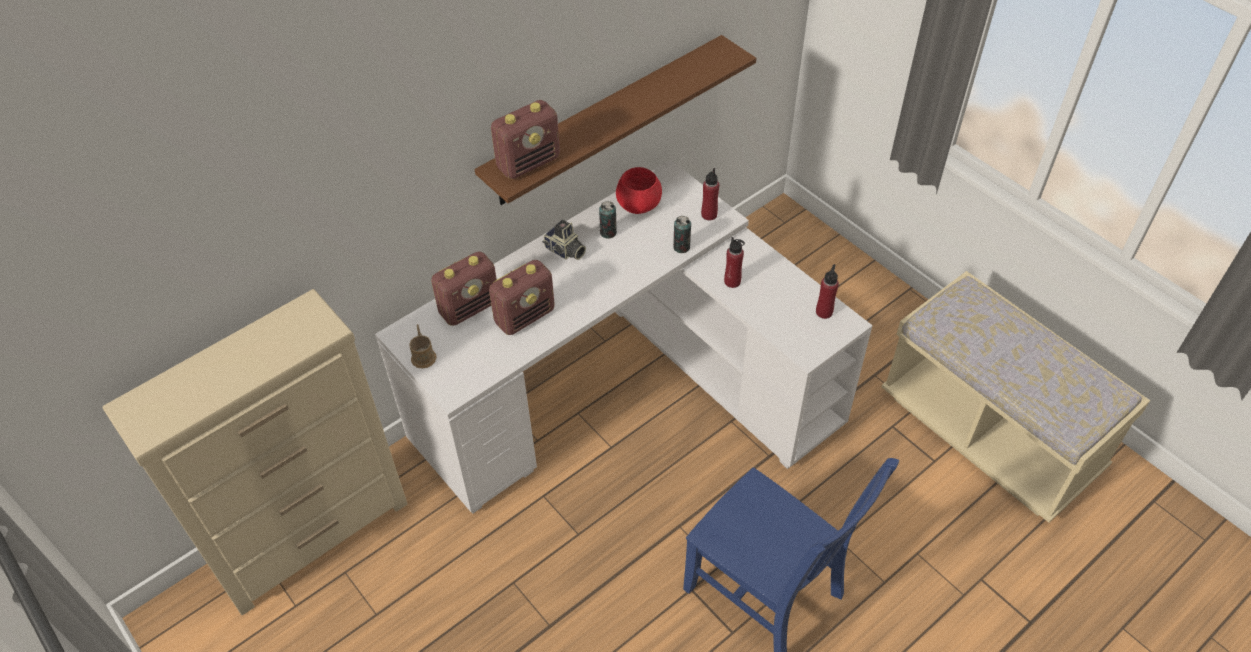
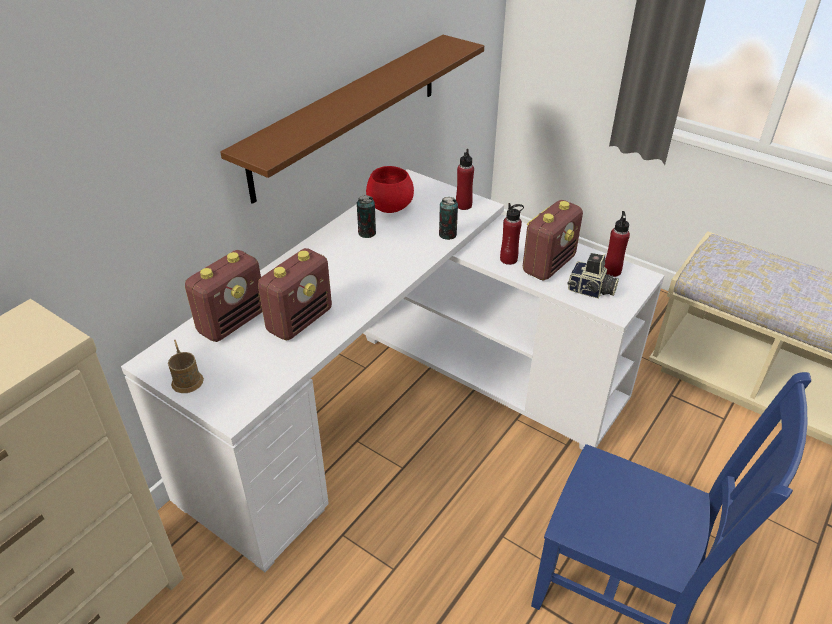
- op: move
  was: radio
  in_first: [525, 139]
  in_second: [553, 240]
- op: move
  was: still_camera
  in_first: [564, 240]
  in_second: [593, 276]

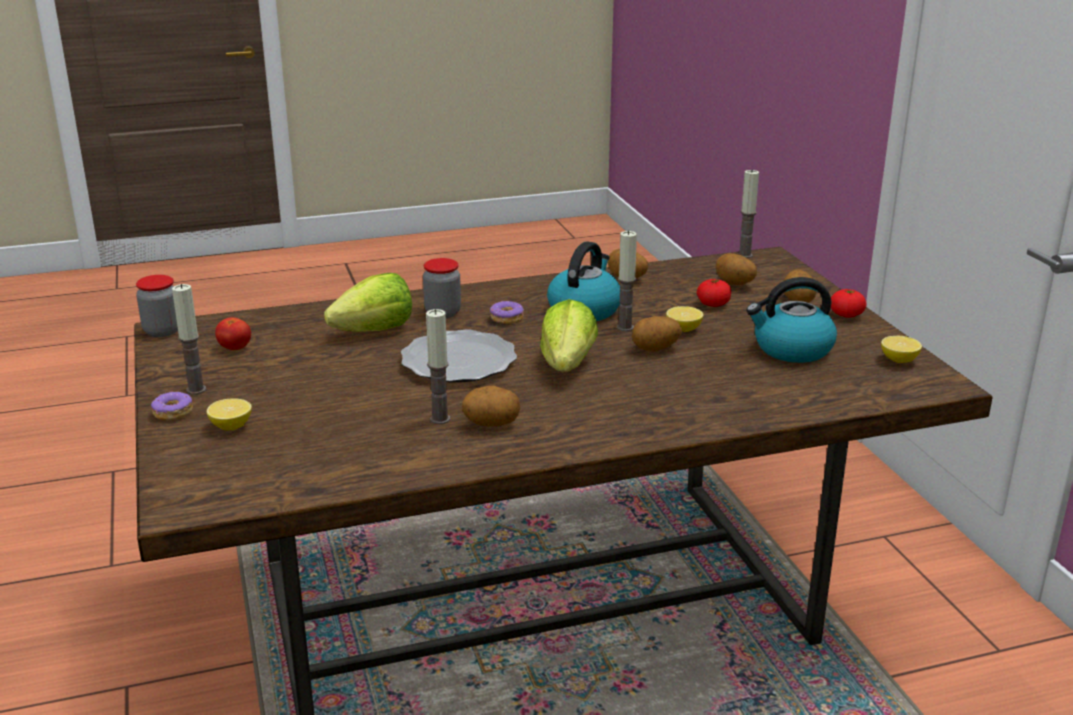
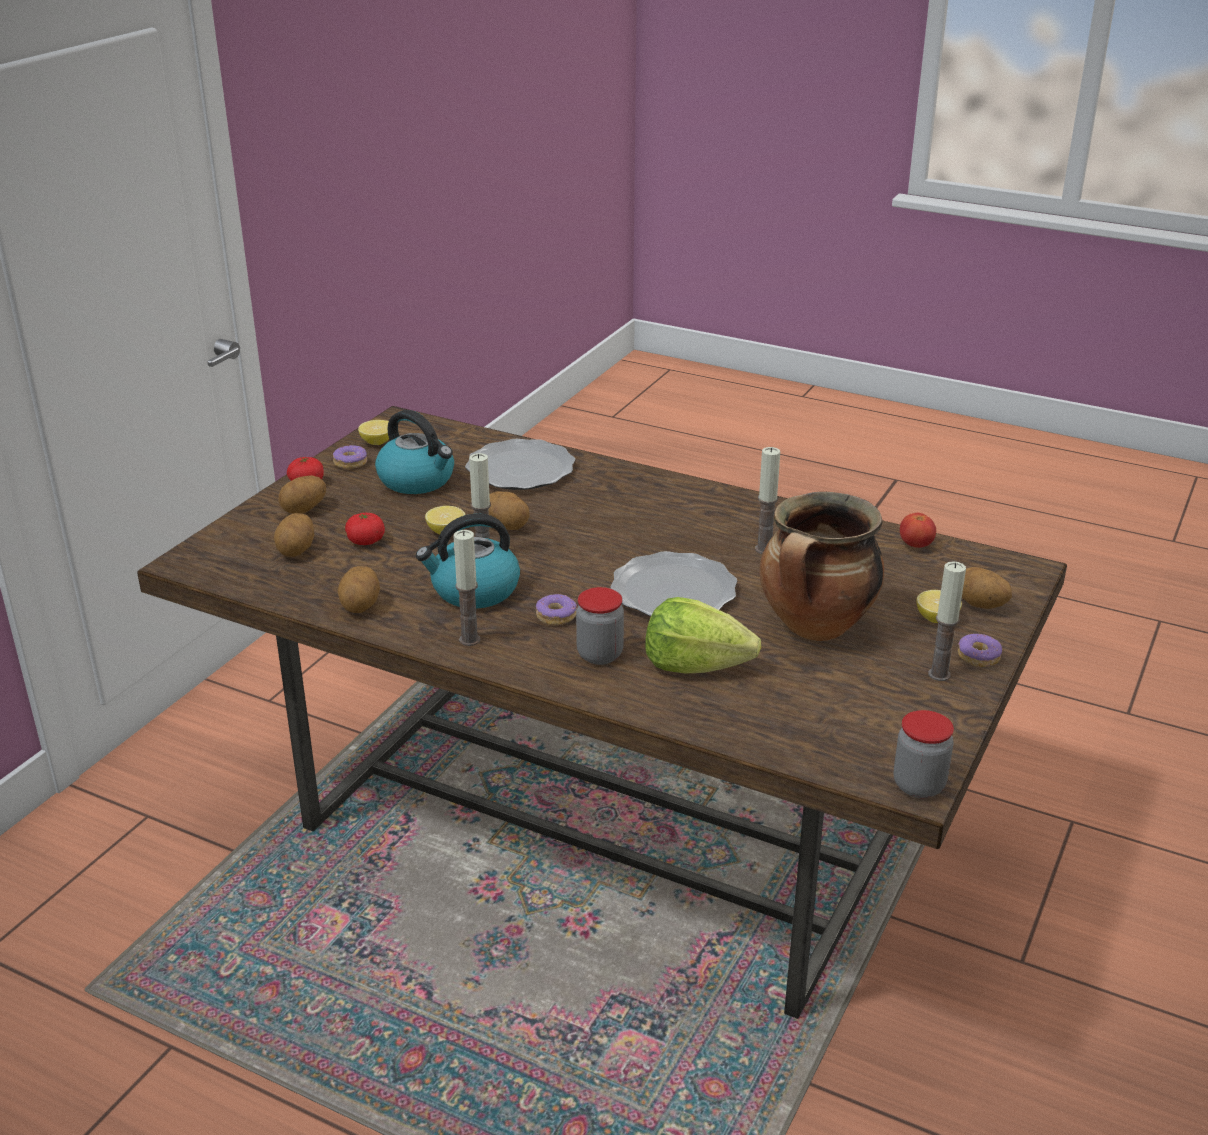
- op: insert
  now: doughnut
  in_second: [350, 457]
- op: move
  was: wax_light
  in_first: [748, 213]
  in_second: [466, 588]
- op: insert
  now: flat_dish
  in_second: [520, 464]
- op: insert
  now: saucepot
  in_second: [822, 566]
- op: move
  was: whole_tomato
  in_first: [233, 333]
  in_second: [918, 530]
- op: move
  was: spud
  in_first: [491, 406]
  in_second: [987, 588]
- op: delete
  was: head_of_lettuce
  in_first: [569, 335]

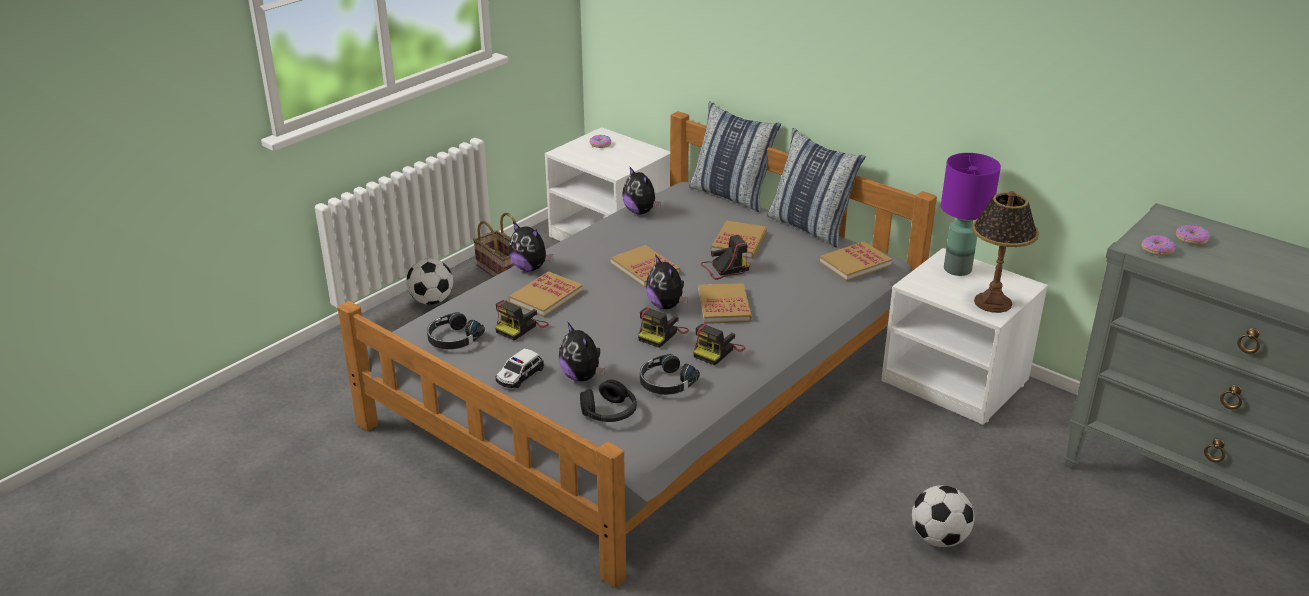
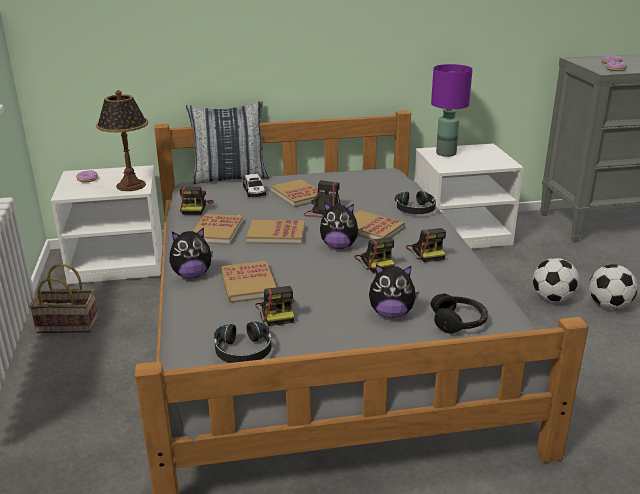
- op: move
  was: table_lamp
  in_first: [1005, 252]
  in_second: [122, 140]
- op: replace
  was: cuddly_toy
  now: still_camera
  in_first: [641, 190]
  in_second: [197, 200]
- op: move
  was: volume
  in_first: [855, 261]
  in_second: [218, 229]
- op: move
  was: toy_car
  in_first: [519, 368]
  in_second: [254, 185]
- op: move
  was: black-coloured_headphones
  in_first: [670, 374]
  in_second: [415, 202]
- op: move
  was: ball_for_football
  in_first: [429, 281]
  in_second: [556, 280]
- op: delete
  was: cushion
  in_first: [816, 188]

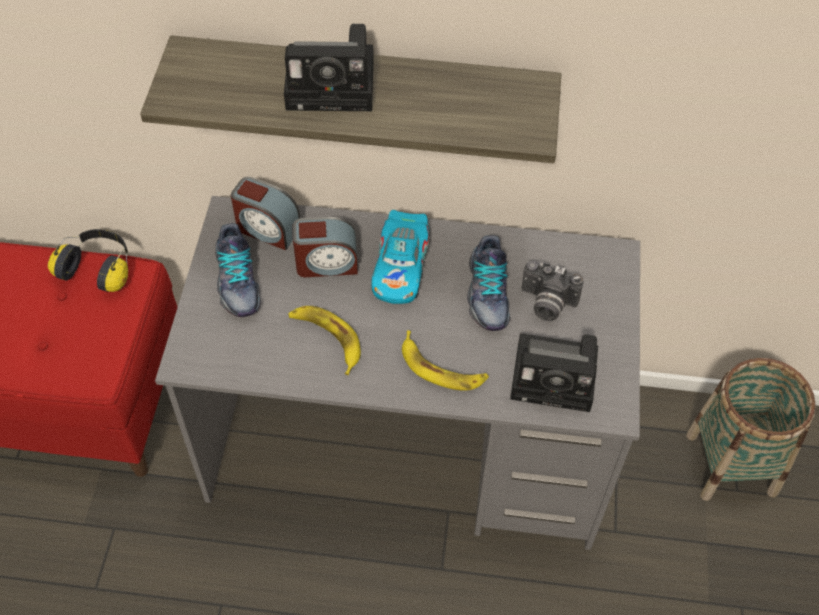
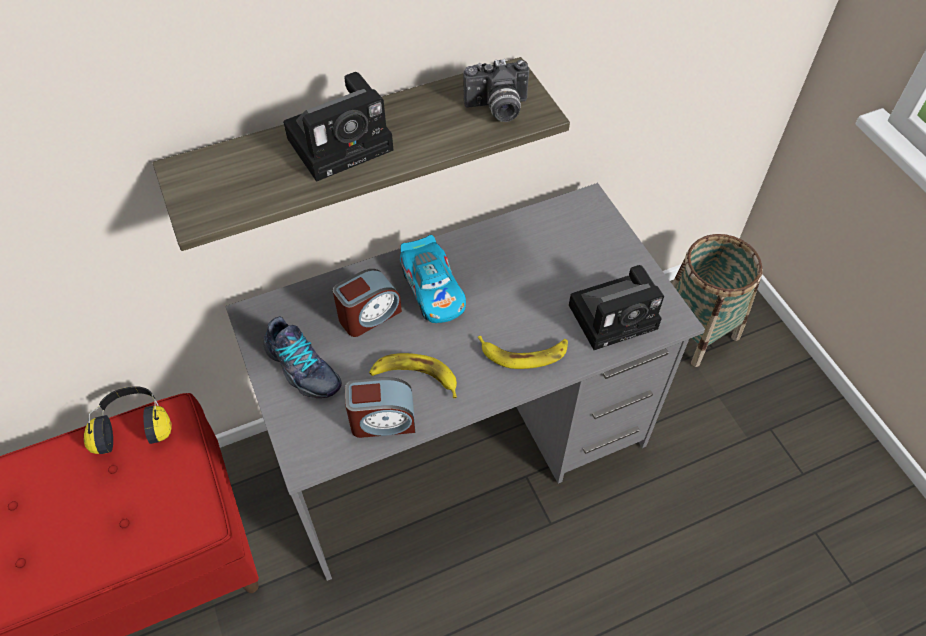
- op: move
  was: alarm_clock
  in_first: [265, 213]
  in_second: [380, 407]
- op: move
  was: still_camera
  in_first: [552, 291]
  in_second: [496, 90]
- op: delete
  was: item_of_footwear
  in_first: [488, 283]

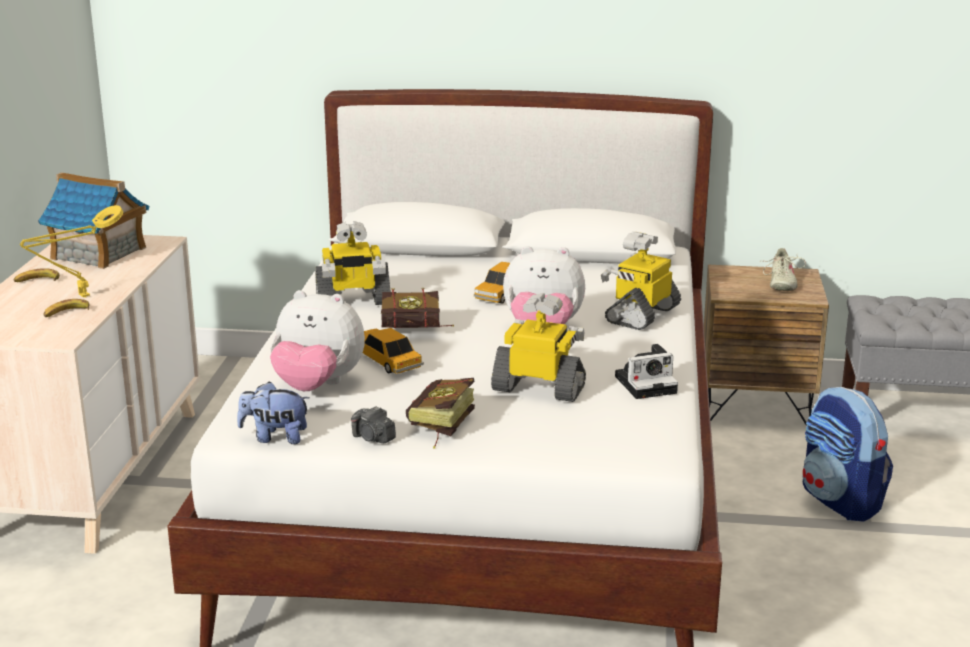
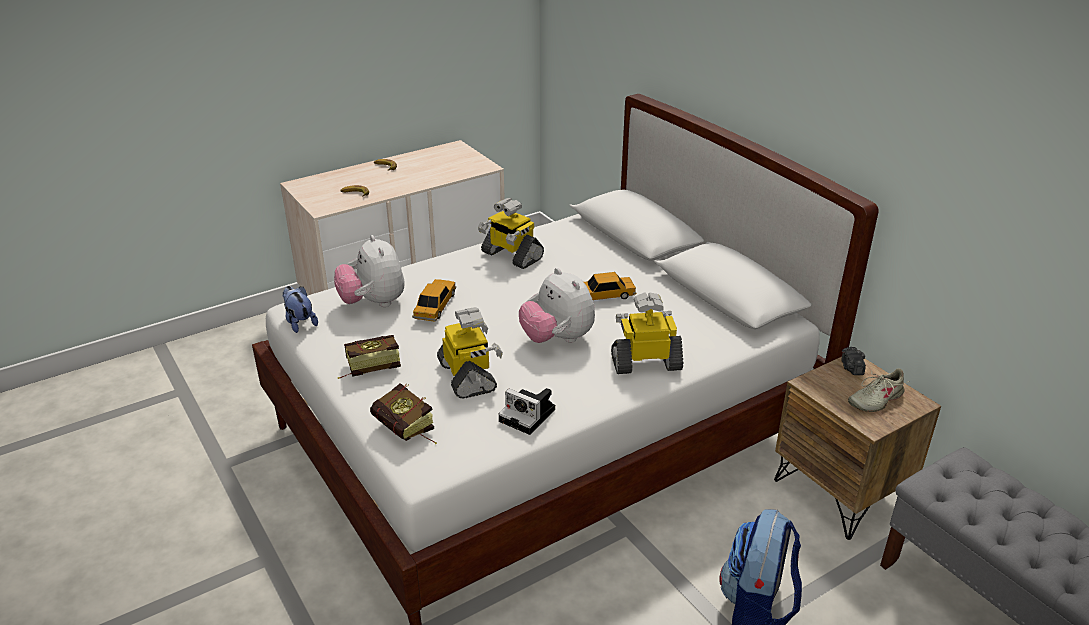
- op: move
  was: volume
  in_first: [417, 308]
  in_second: [403, 413]
- op: move
  was: still_camera
  in_first: [373, 424]
  in_second: [853, 361]
- op: delete
  was: yellowish_table_lamp
  in_first: [71, 251]
- op: delete
  was: model_house
  in_first: [93, 221]

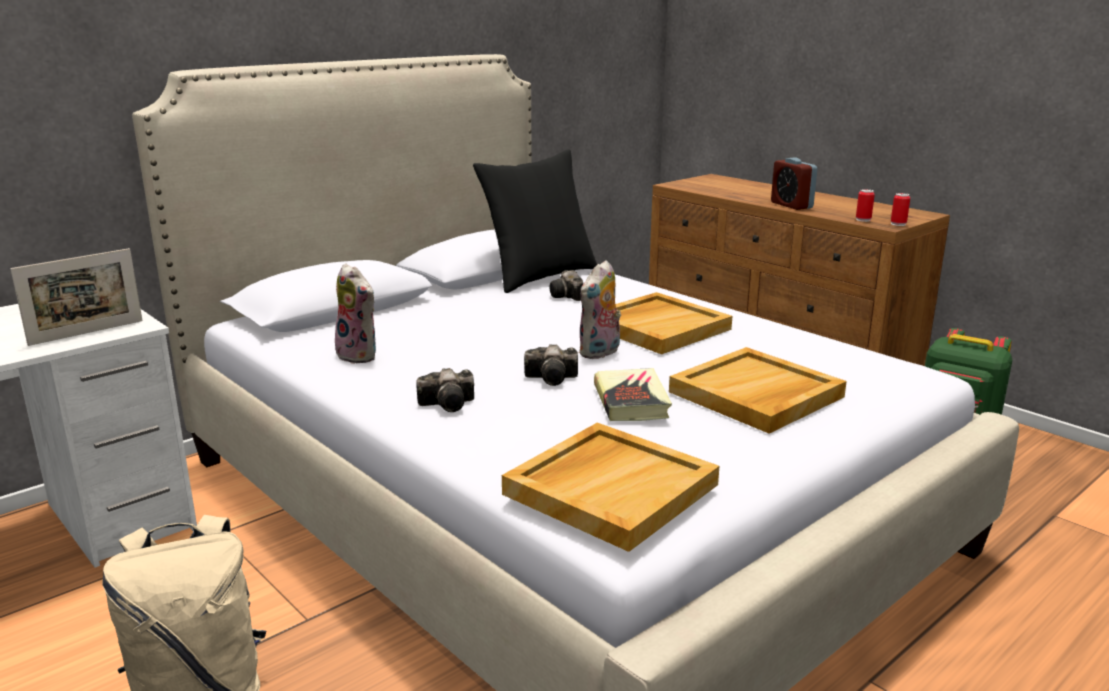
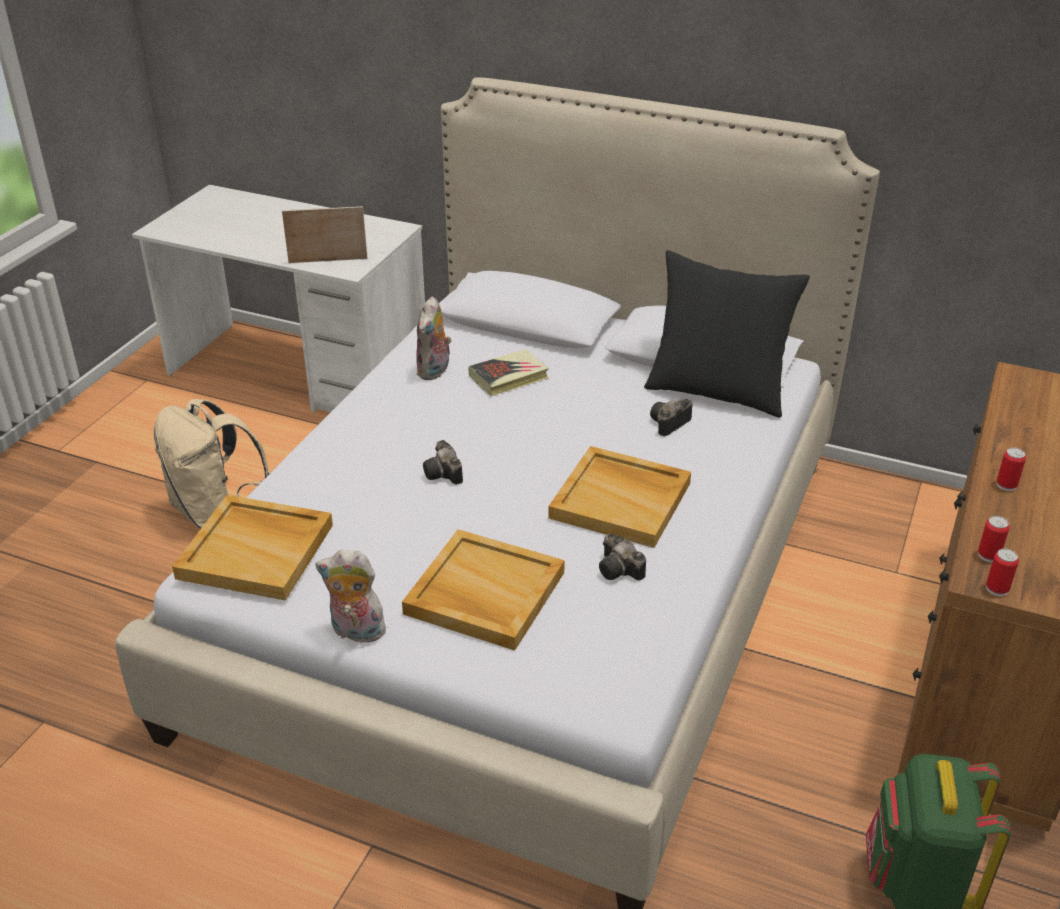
- op: rotate
  was: standing_frame
  in_first: [77, 297]
  in_second: [325, 234]
  clockwise: 150
- op: move
  was: cuddly_toy
  in_first: [600, 309]
  in_second: [352, 596]
- op: move
  was: volume
  in_first: [633, 394]
  in_second: [509, 372]
- op: move
  was: still_camera
  in_first: [445, 390]
  in_second: [622, 557]
- op: replace
  was: alarm_clock
  now: metal_can
  in_first: [794, 184]
  in_second: [1011, 469]

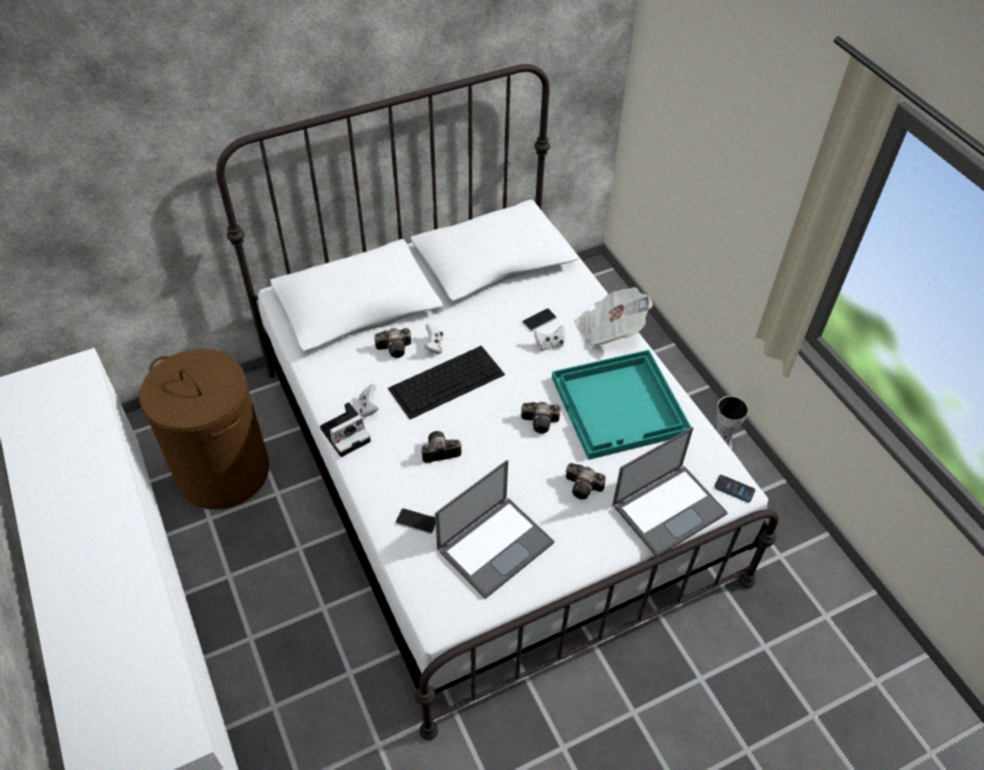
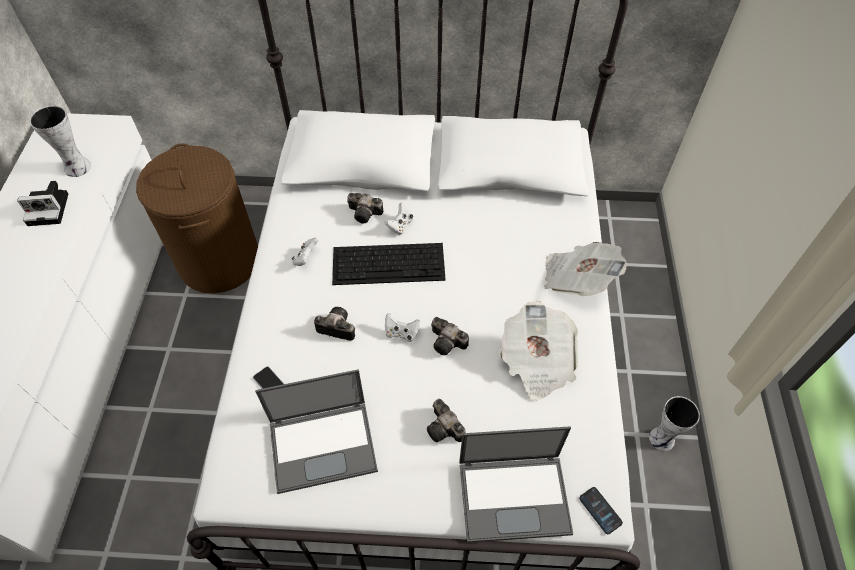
- op: move
  was: still_camera
  in_first: [345, 429]
  in_second: [42, 203]
- op: insert
  now: flower_vase
  in_second: [60, 141]
- op: move
  was: white_gamepad
  in_first: [549, 338]
  in_second: [402, 327]
- op: replace
  was: blue-green_tray
  now: daily_paper
  in_first: [621, 405]
  in_second: [539, 351]
- op: delete
  was: telephone
  in_first: [539, 319]

